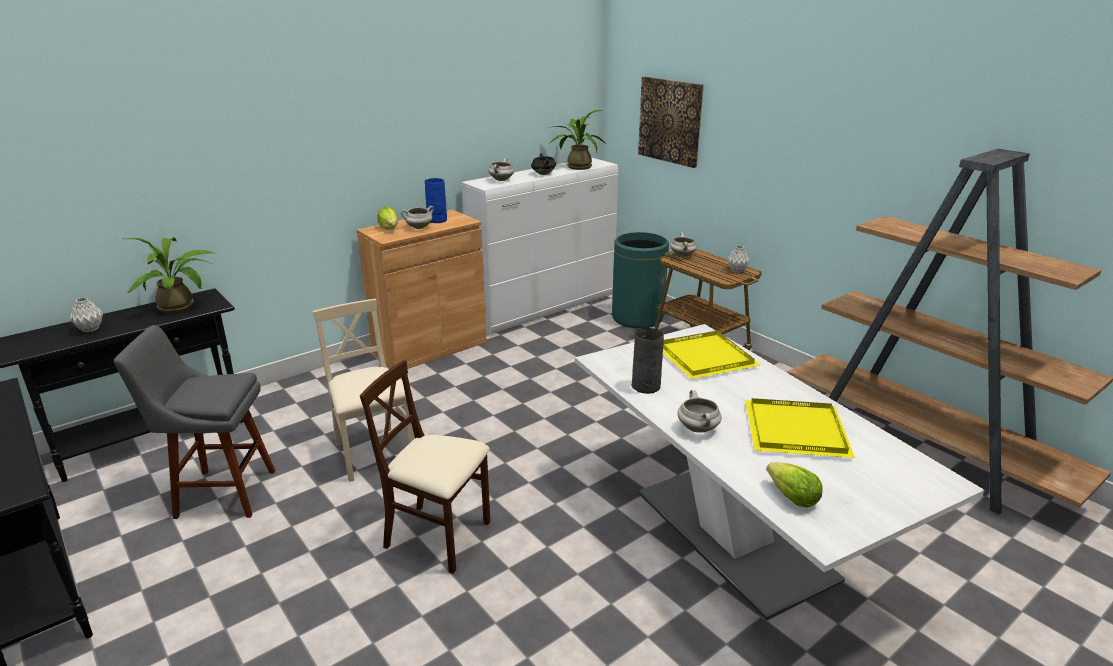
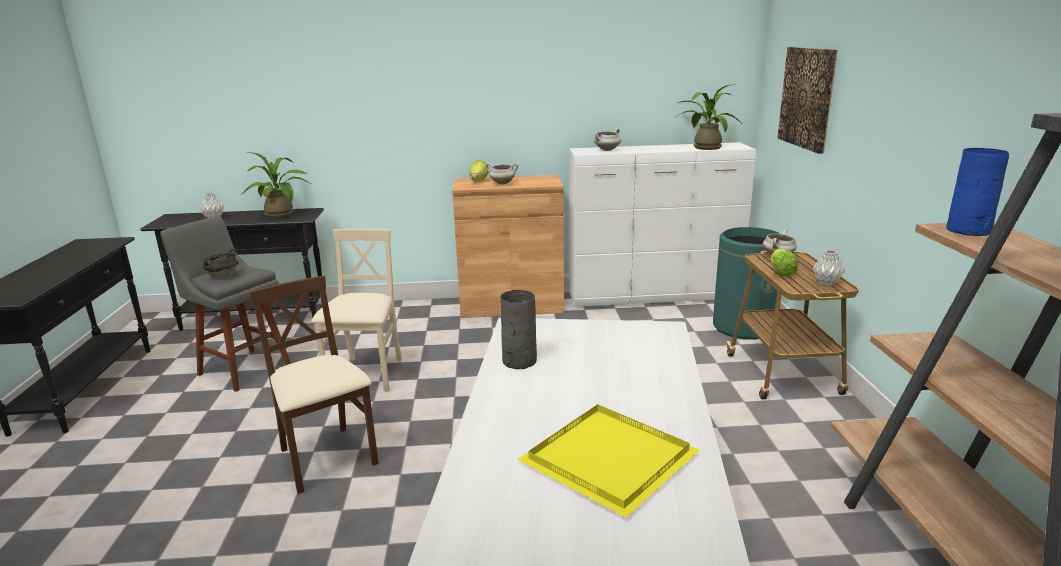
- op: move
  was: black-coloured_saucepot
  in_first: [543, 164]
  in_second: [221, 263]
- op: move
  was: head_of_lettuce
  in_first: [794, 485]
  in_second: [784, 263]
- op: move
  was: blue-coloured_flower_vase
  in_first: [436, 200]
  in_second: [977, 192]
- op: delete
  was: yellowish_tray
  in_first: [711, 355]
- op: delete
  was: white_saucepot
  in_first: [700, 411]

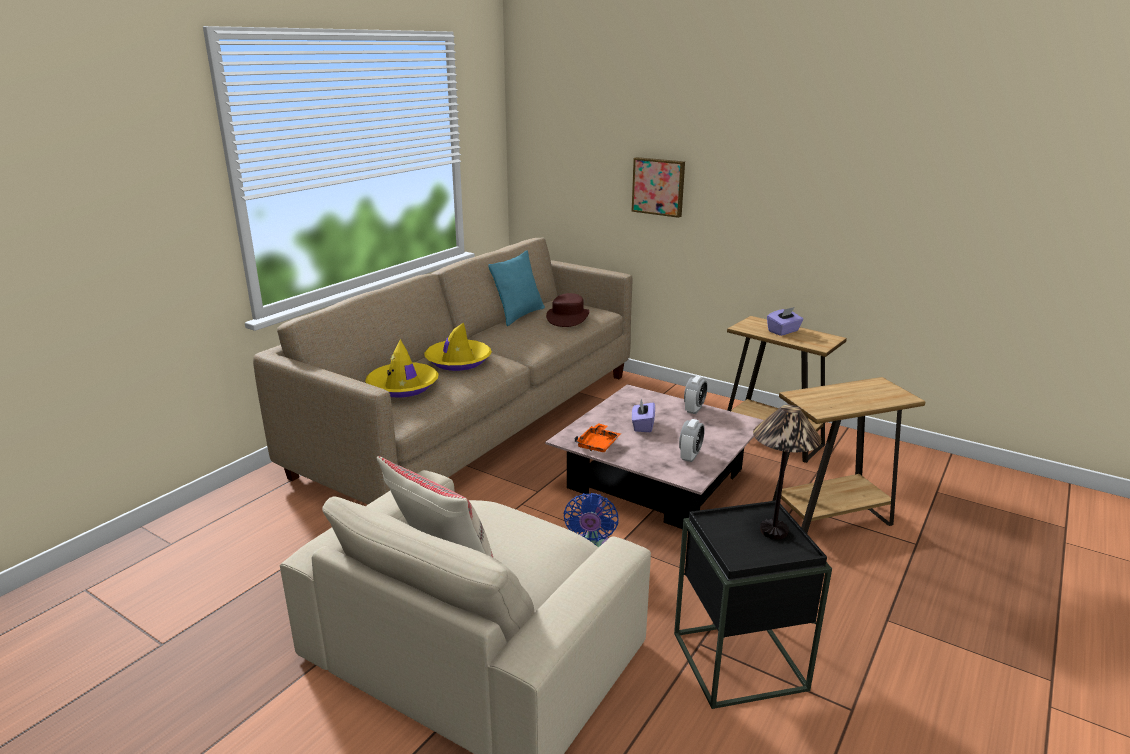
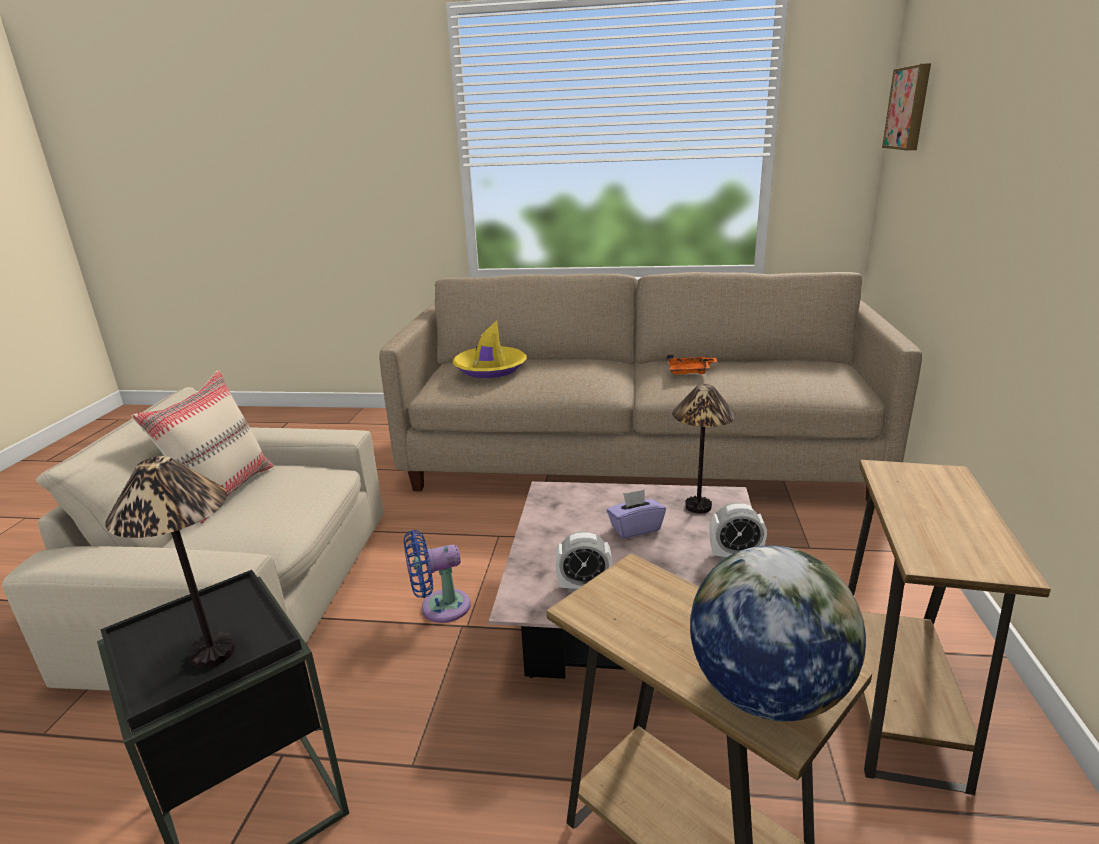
- op: move
  was: orangey_tray
  in_first: [597, 437]
  in_second: [692, 364]
- op: insert
  now: table_lamp
  in_second: [704, 449]
- op: insert
  now: world_globe
  in_second: [778, 633]
- op: move
  was: wall_art
  in_first: [658, 187]
  in_second: [906, 107]
- op: delete
  was: yellowish_wearable_hat
  in_first: [458, 346]
- op: delete
  was: blue-green_cushion
  in_first: [516, 288]
- op: delete
  was: brown_wearable_hat
  in_first: [568, 310]
- op: delete
  was: purple-coloured_box_of_tissues
  in_first: [785, 321]

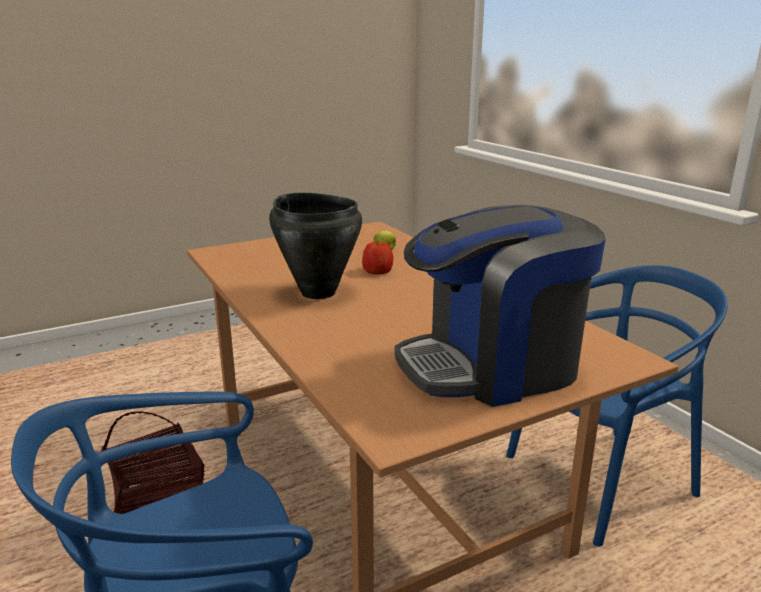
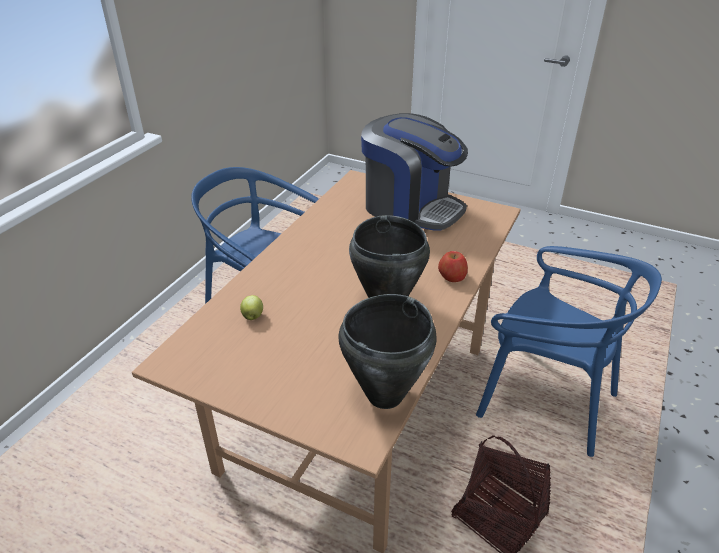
- op: insert
  now: black-coloured_saucepot
  in_second: [387, 351]
- op: move
  was: apple
  in_first: [378, 258]
  in_second: [453, 266]

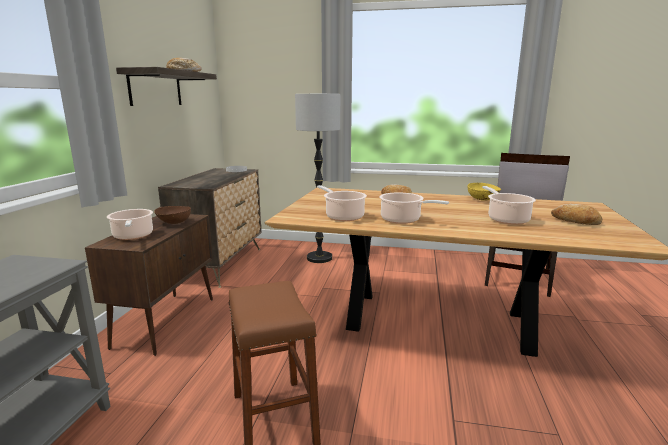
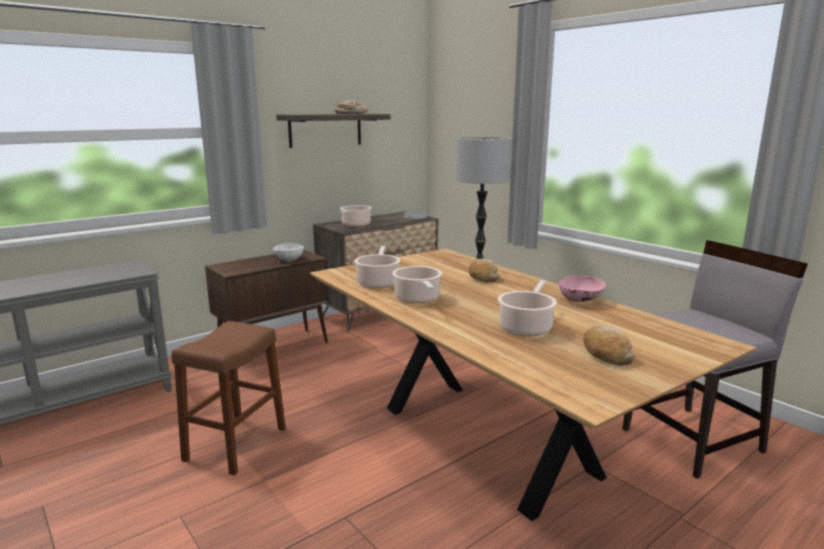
- op: recolor
  was: brown_bowl
  now: white_bowl
  in_first: [172, 215]
  in_second: [288, 252]
- op: move
  was: saucepot
  in_first: [130, 224]
  in_second: [356, 216]
- op: recolor
  was: yellowish_bowl
  now: pink-coloured_bowl
  in_first: [484, 192]
  in_second: [582, 288]

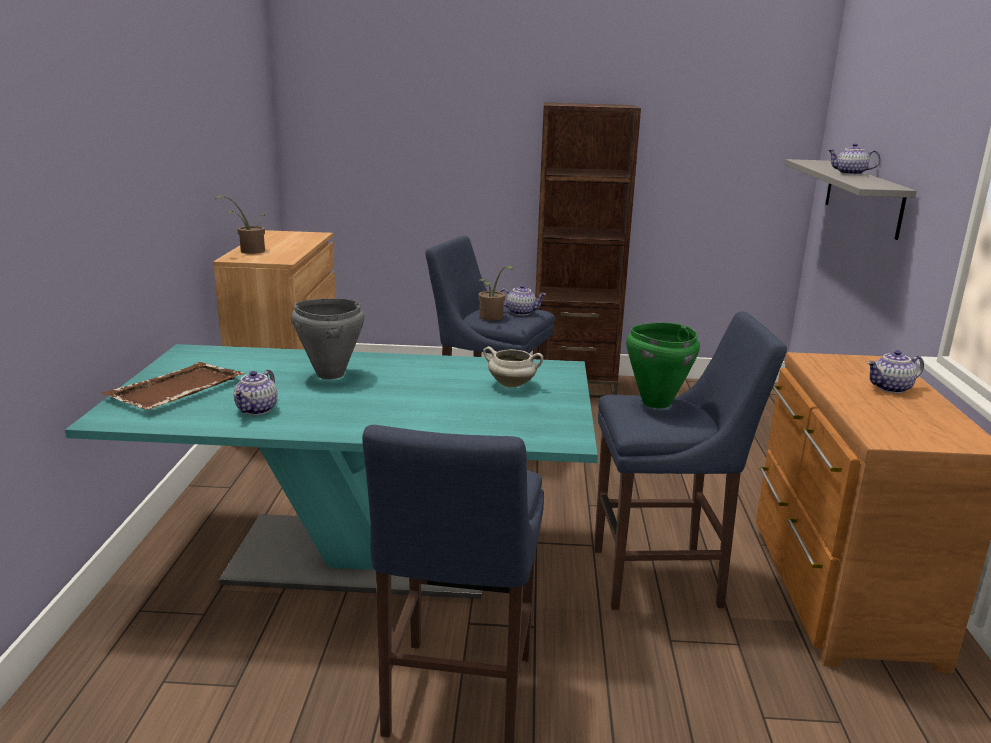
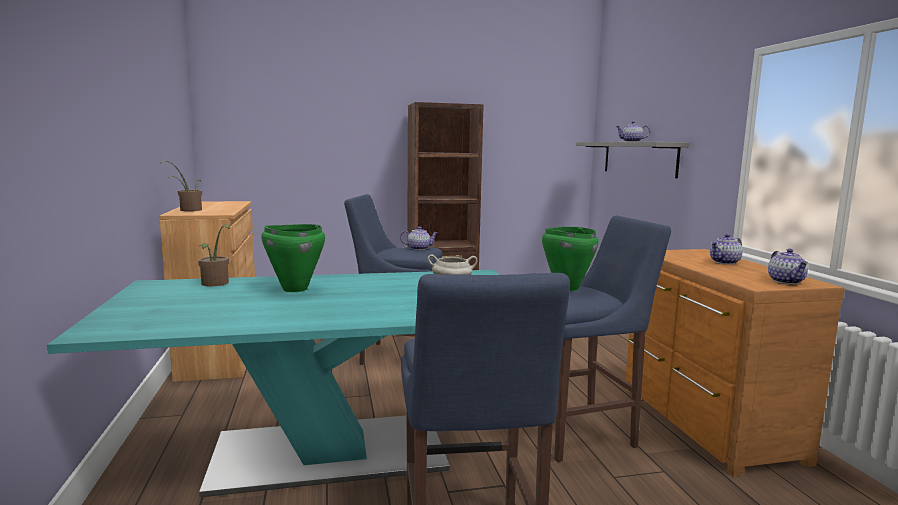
- op: move
  was: plant_in_a_pot
  in_first: [495, 293]
  in_second: [214, 255]
- op: recolor
  was: greyish_saucepot
  now: greenish_saucepot
  in_first: [327, 338]
  in_second: [293, 258]
- op: move
  was: tea_pot
  in_first: [255, 392]
  in_second: [788, 266]
- op: delete
  was: brown_tray
  in_first: [173, 386]

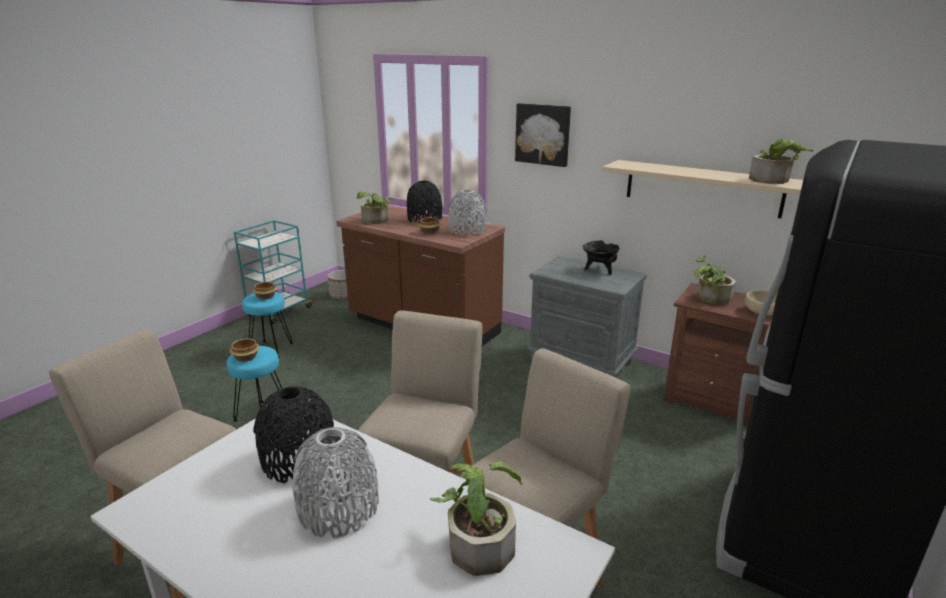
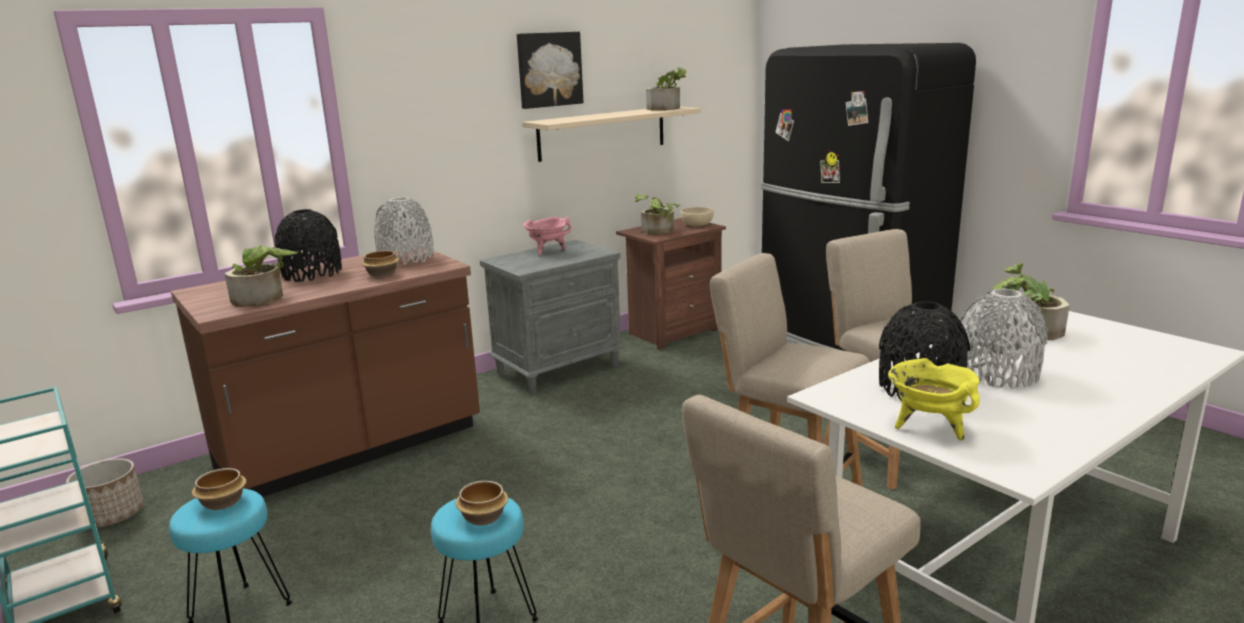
- op: move
  was: wall_art
  in_first: [543, 135]
  in_second: [550, 70]
- op: recolor
  was: black-coloured_saucepot
  now: pink-coloured_saucepot
  in_first: [601, 257]
  in_second: [547, 236]
- op: insert
  now: yellowish_saucepot
  in_second: [934, 399]

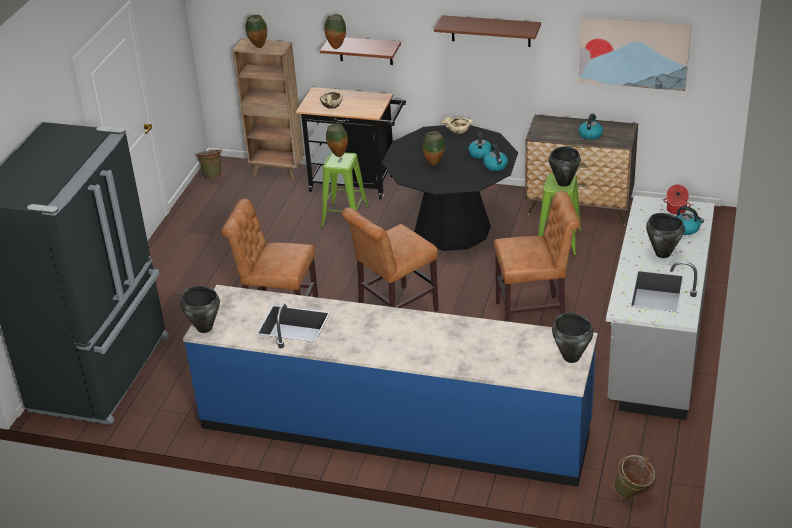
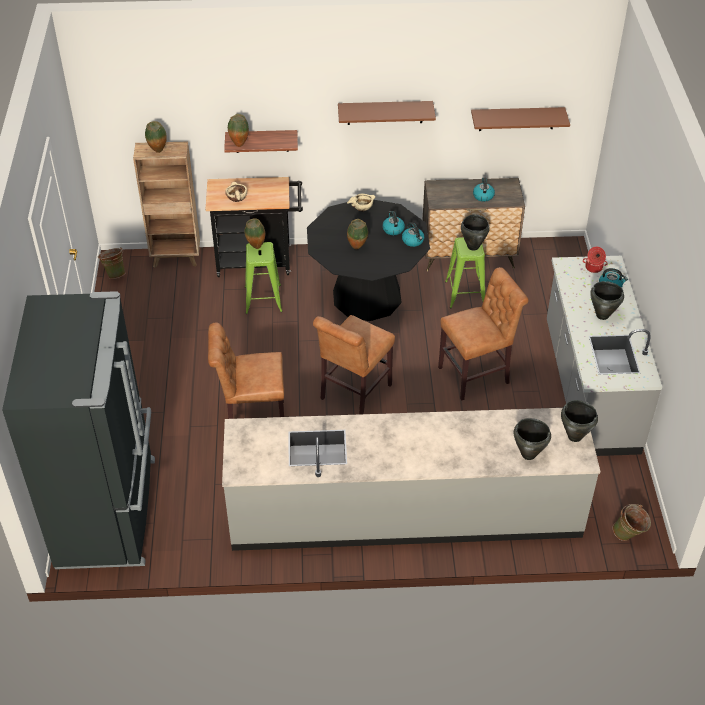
- op: recolor
  was: blue-coloured_kitchen_counter
  now: greyish_kitchen_counter
  in_first: [390, 386]
  in_second: [411, 479]
- op: replace
  was: wall_art
  now: brown_wall_shelf
  in_first: [635, 54]
  in_second: [520, 119]
- op: move
  was: black-coloured_saucepot
  in_first: [200, 309]
  in_second: [532, 439]

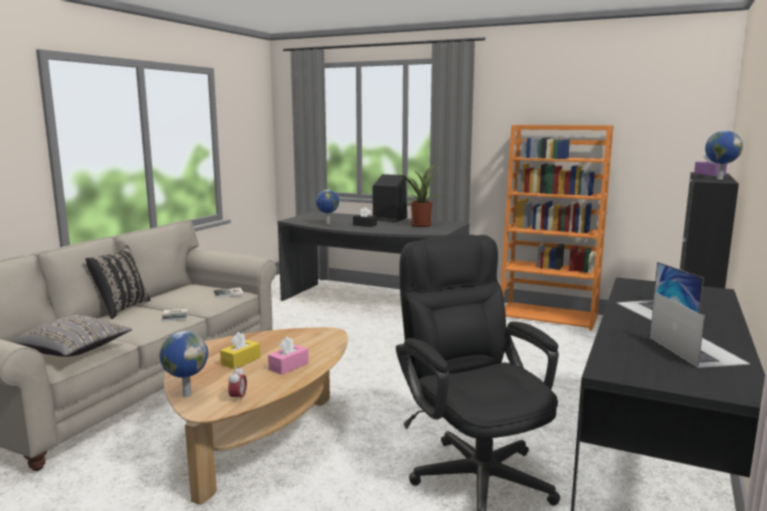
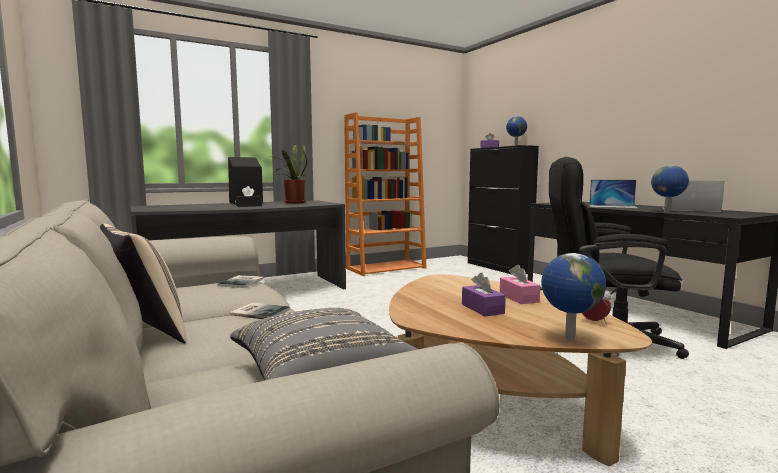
- op: recolor
  was: black-coloured_cushion
  now: beige-coloured_cushion
  in_first: [117, 282]
  in_second: [143, 284]
- op: recolor
  was: yellowish_box_of_tissues
  now: purple-coloured_box_of_tissues
  in_first: [240, 350]
  in_second: [484, 294]
- op: move
  was: world_globe
  in_first: [327, 207]
  in_second: [670, 188]

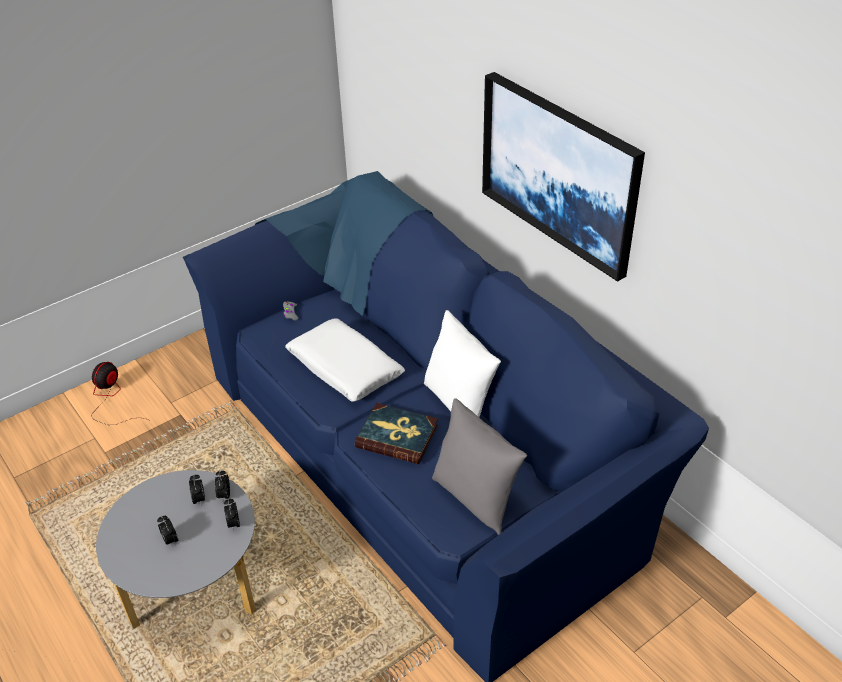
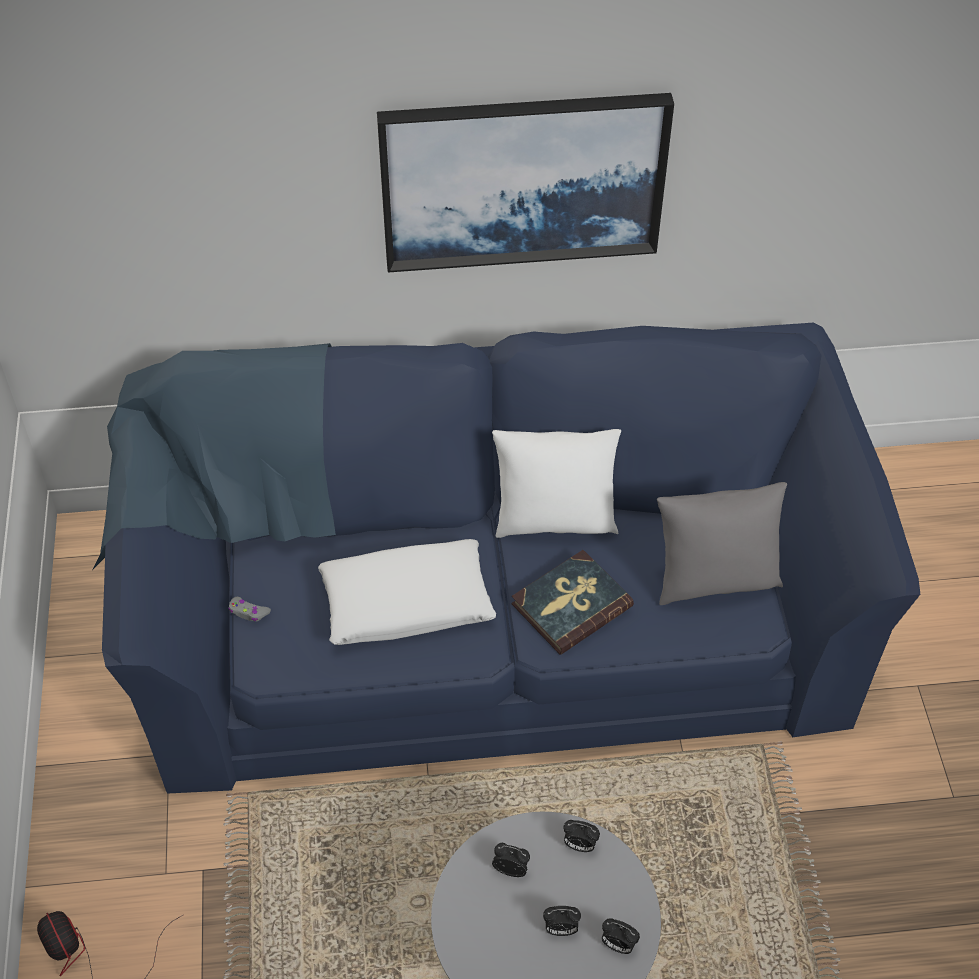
- op: move
  was: alarm_clock
  in_first: [222, 485]
  in_second: [621, 936]

